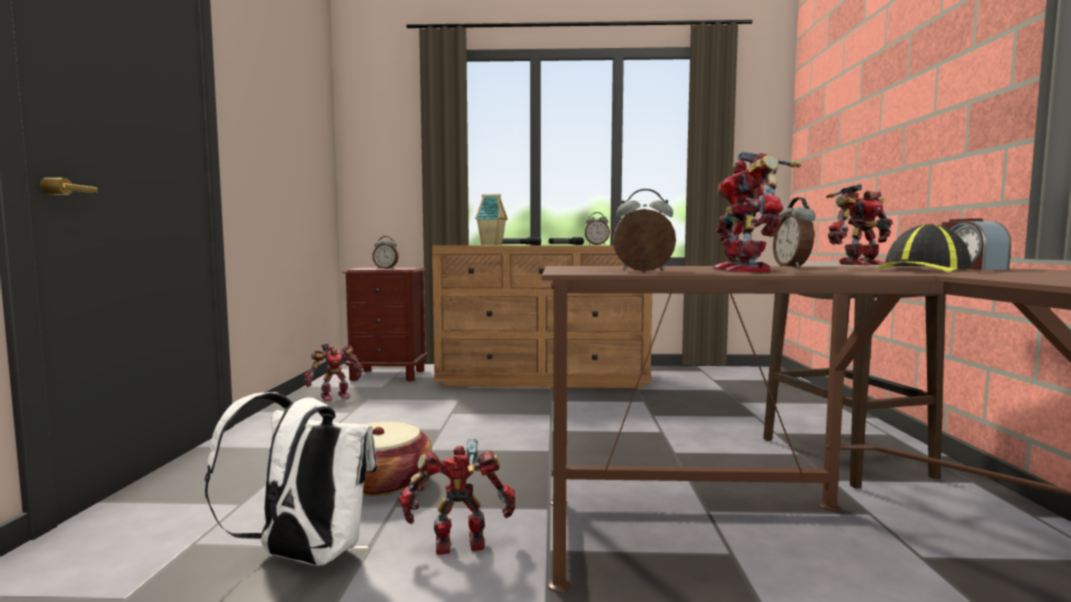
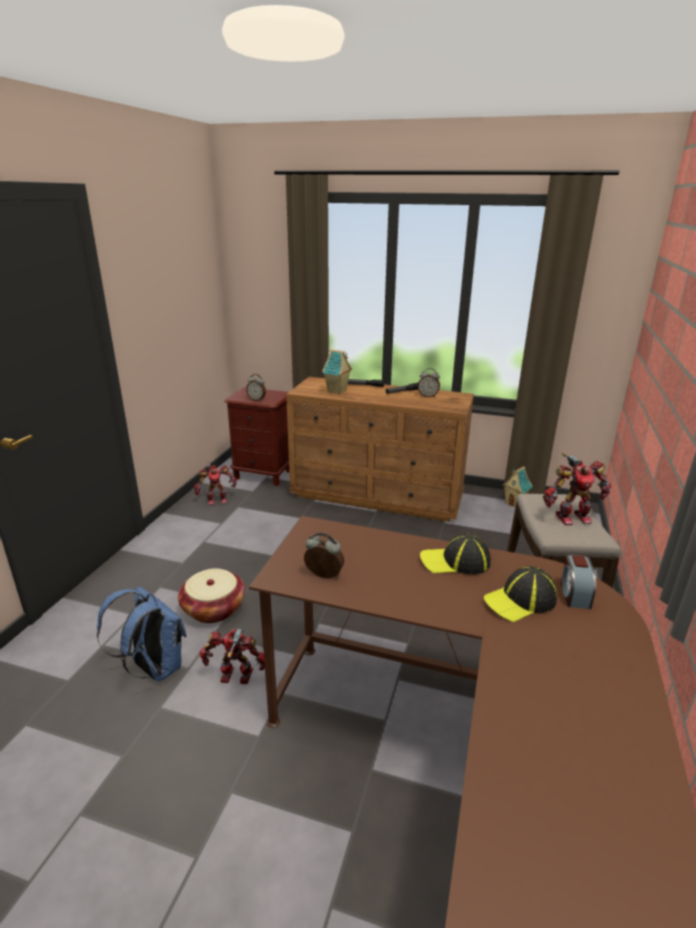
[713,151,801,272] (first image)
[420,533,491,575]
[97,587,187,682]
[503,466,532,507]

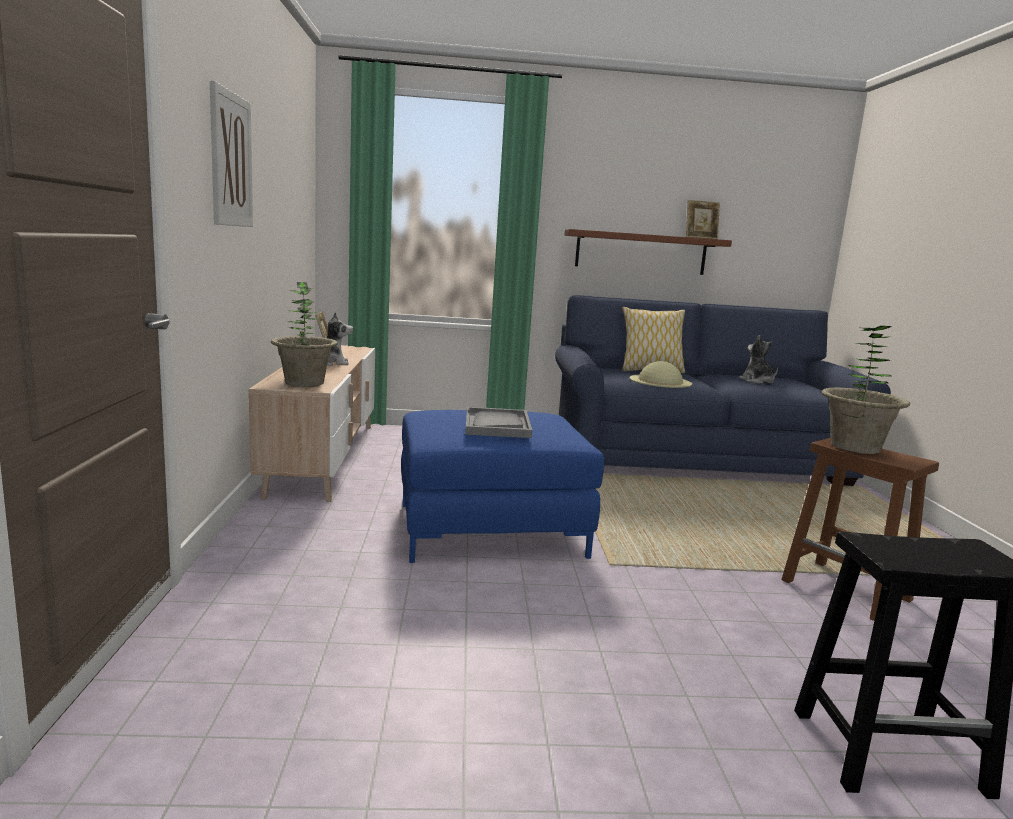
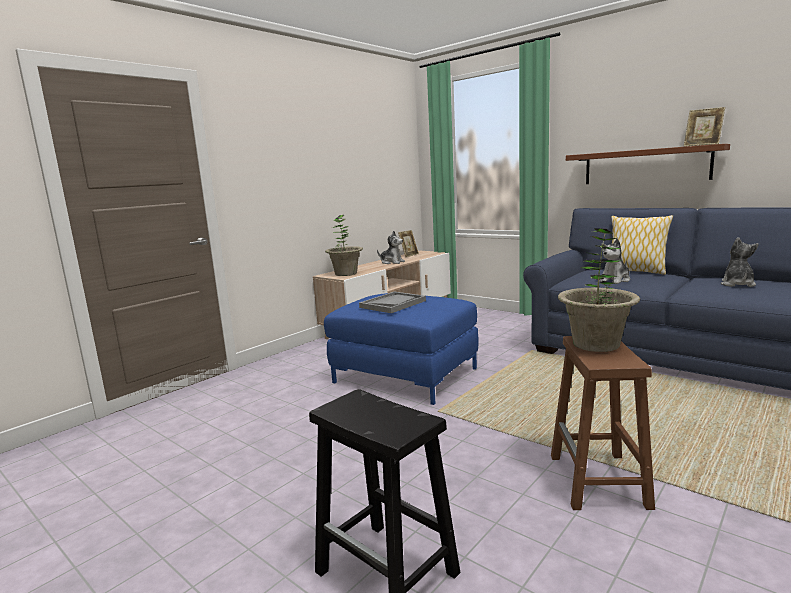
[210,80,253,227] (first image)
[599,239,630,284]

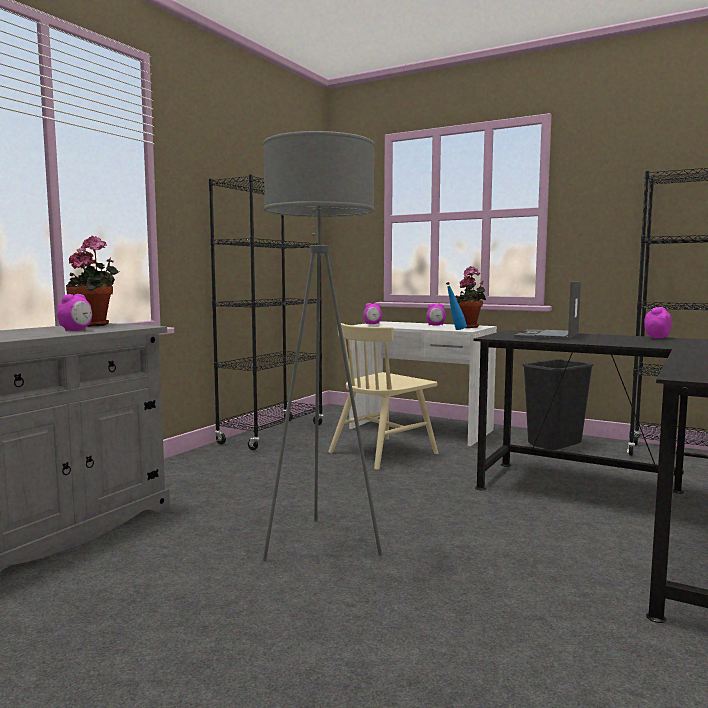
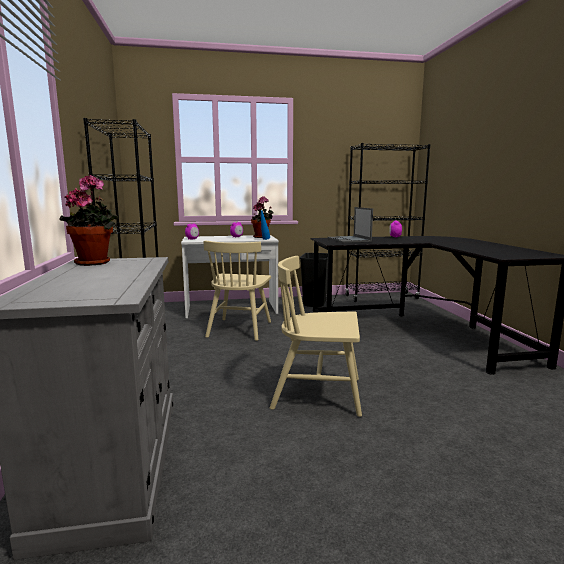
[270,256,362,417]
[57,294,92,331] (first image)

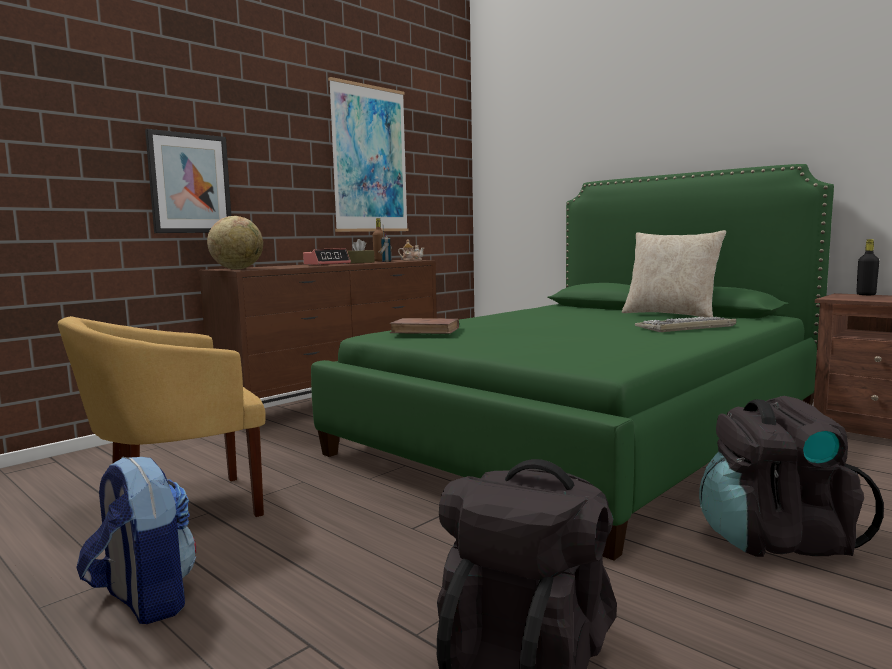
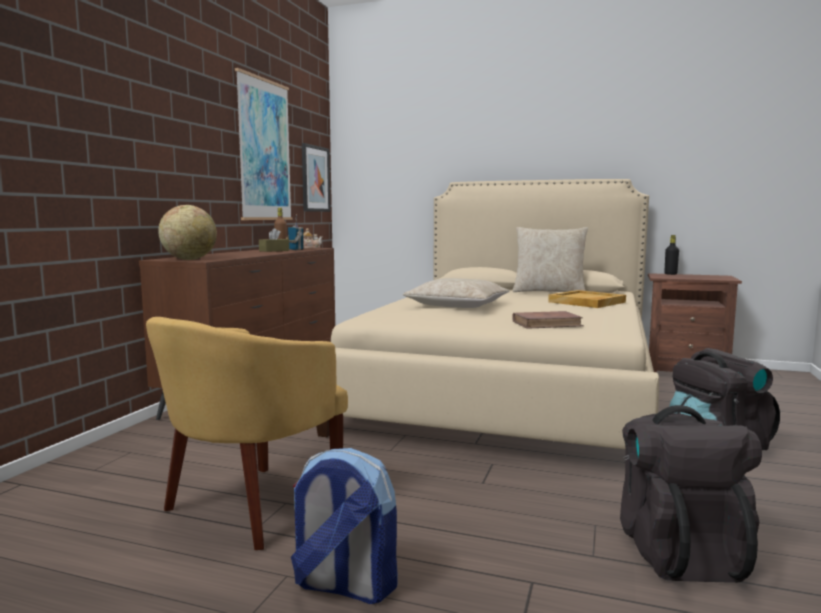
[302,143,330,212]
[316,179,659,450]
[303,248,351,265] (first image)
[548,290,626,308]
[512,311,584,329]
[403,278,509,308]

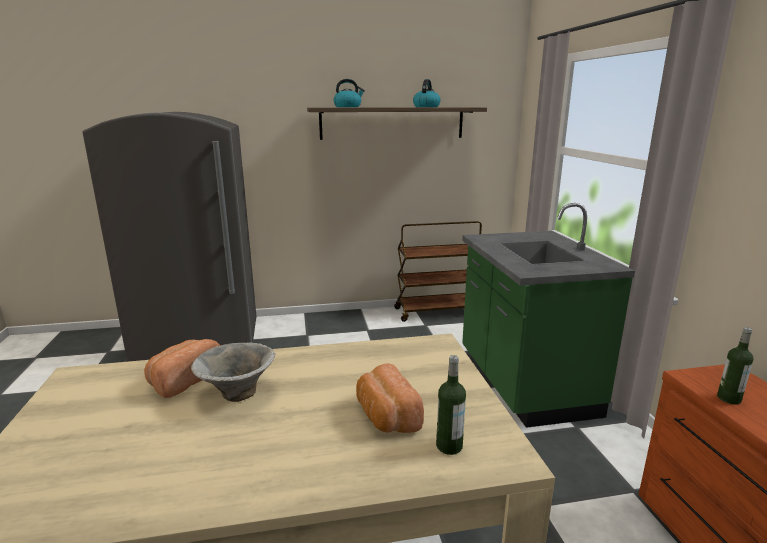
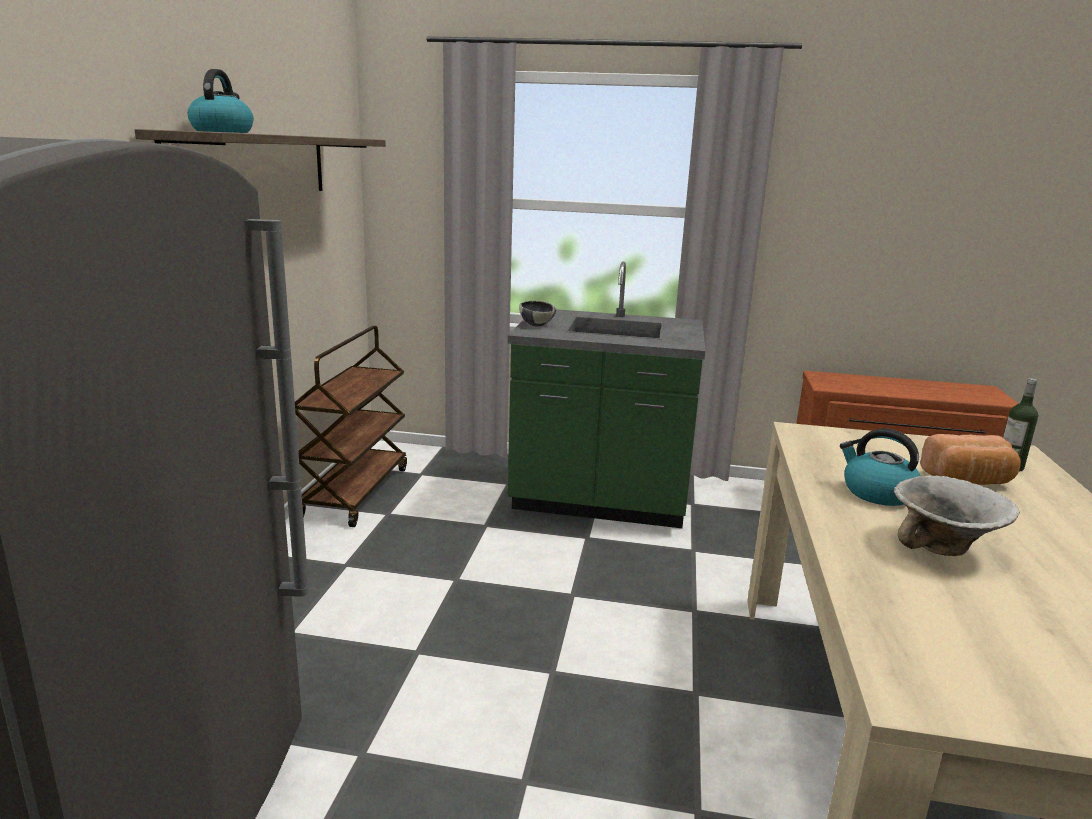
[840,429,920,506]
[717,327,753,404] (first image)
[144,339,220,398] (first image)
[519,301,556,326]

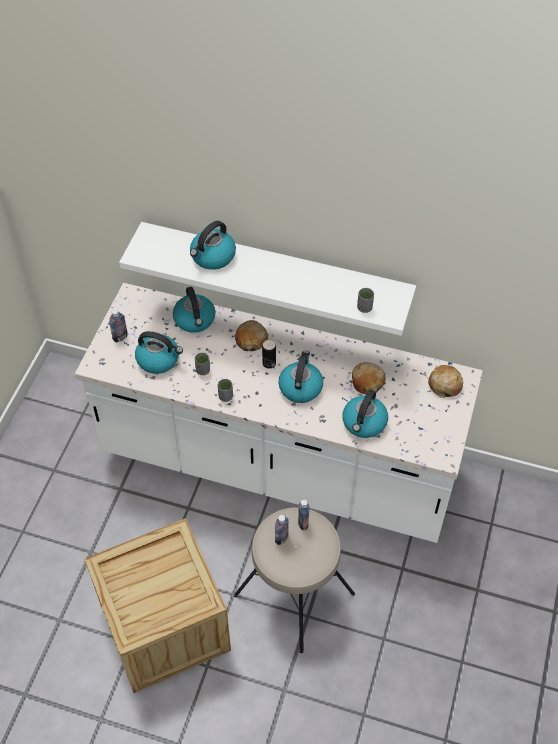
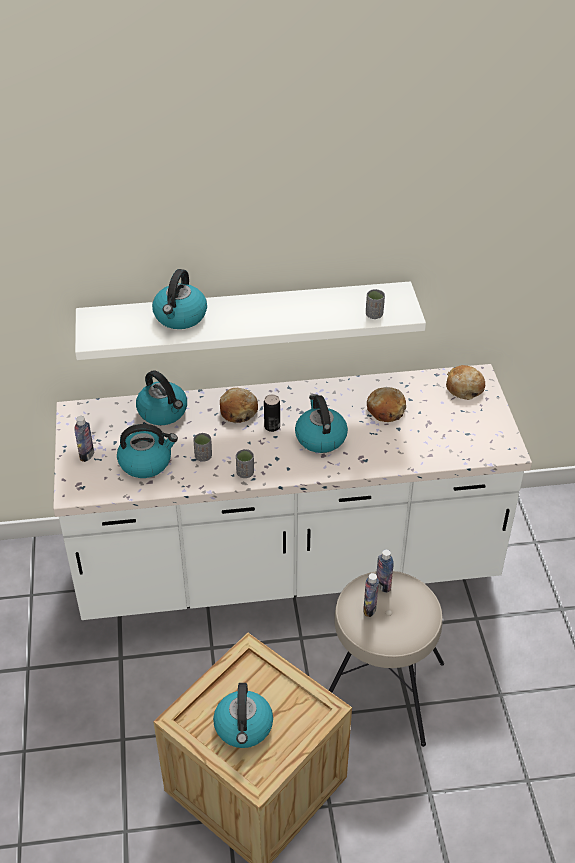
[213,683,273,748]

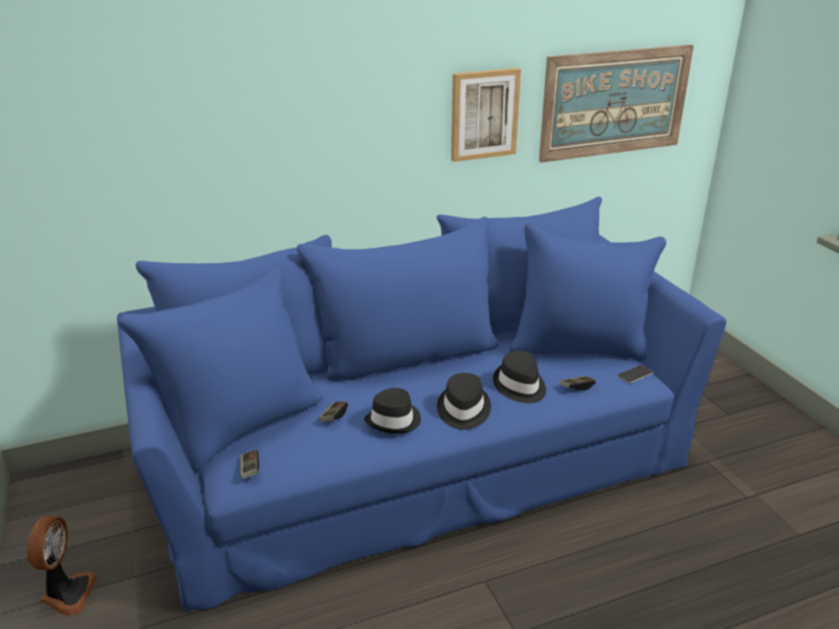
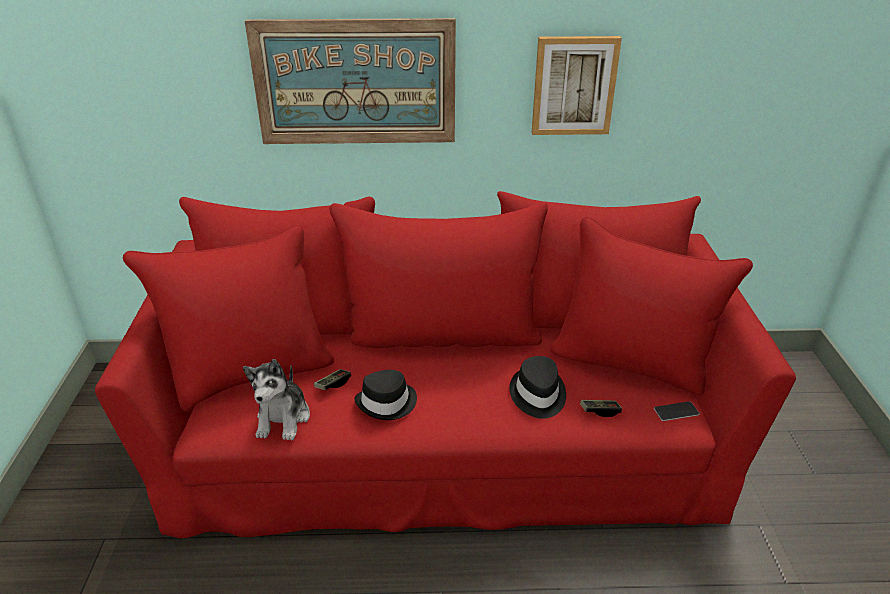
[245,18,456,144]
[95,191,796,538]
[437,373,491,430] (first image)
[240,450,259,479] (first image)
[27,516,98,616] (first image)
[243,359,310,441]

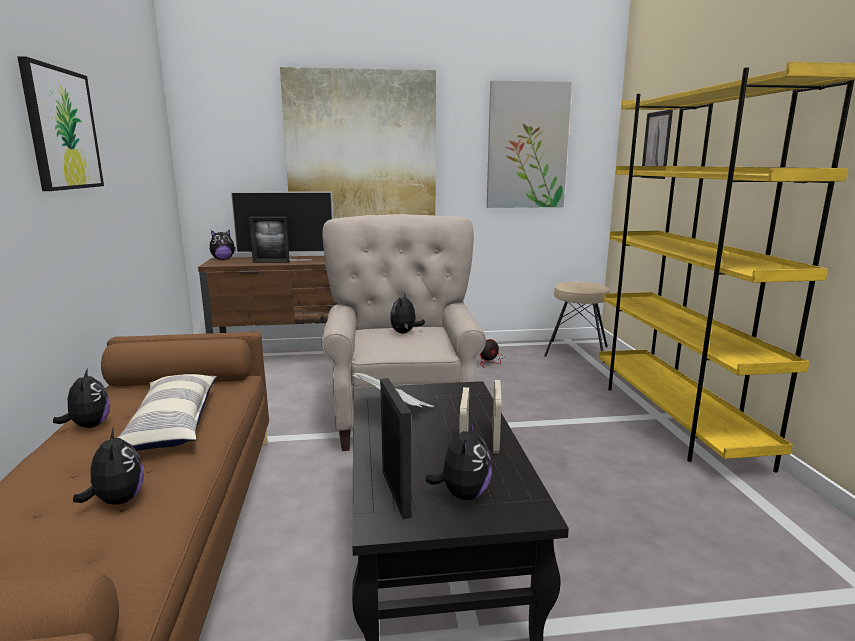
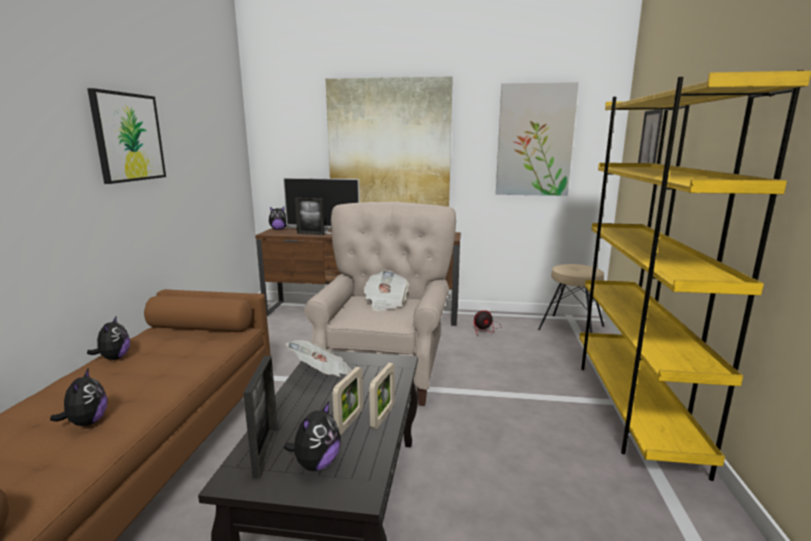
[363,270,409,311]
[117,374,217,451] (first image)

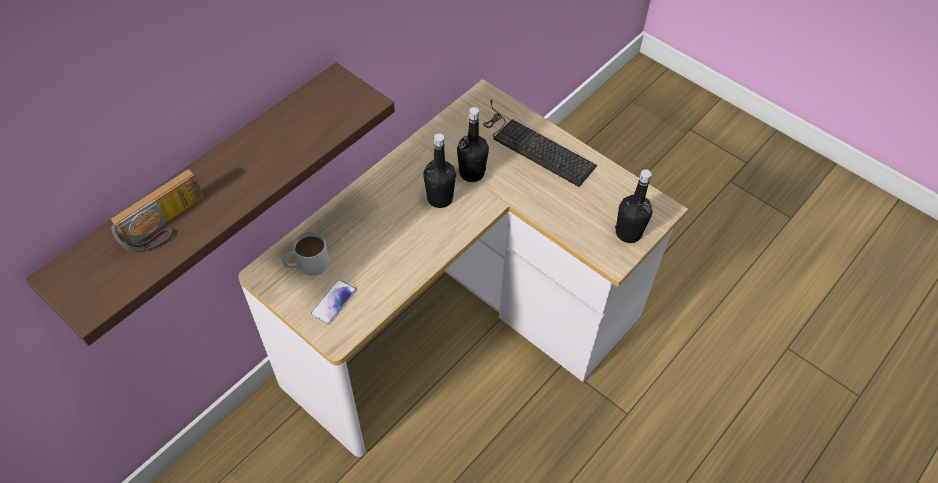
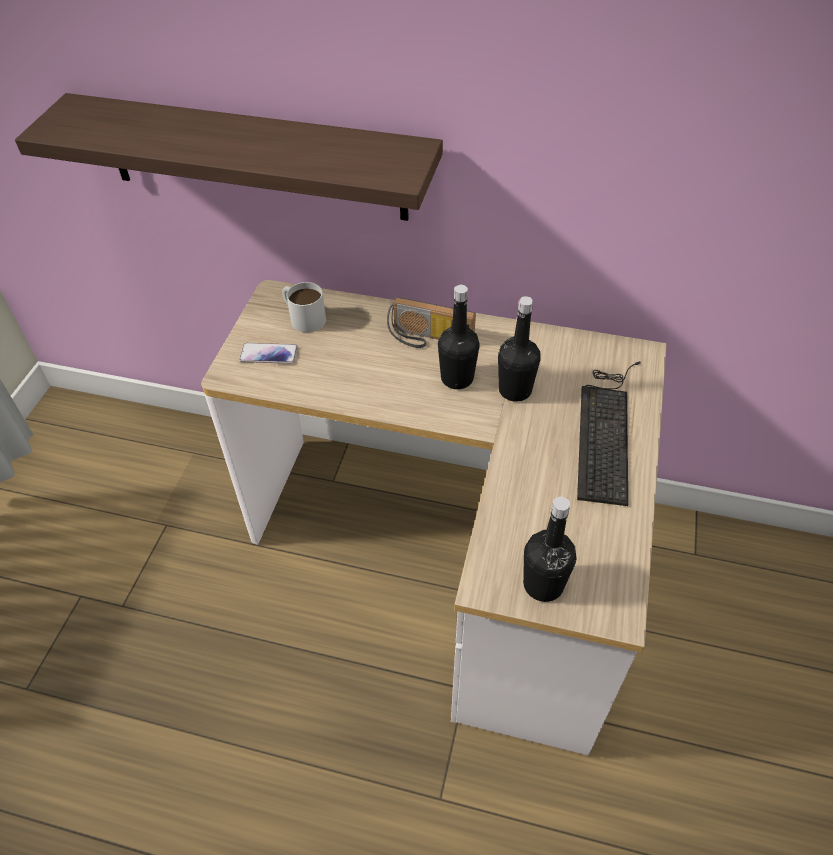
[387,297,476,348]

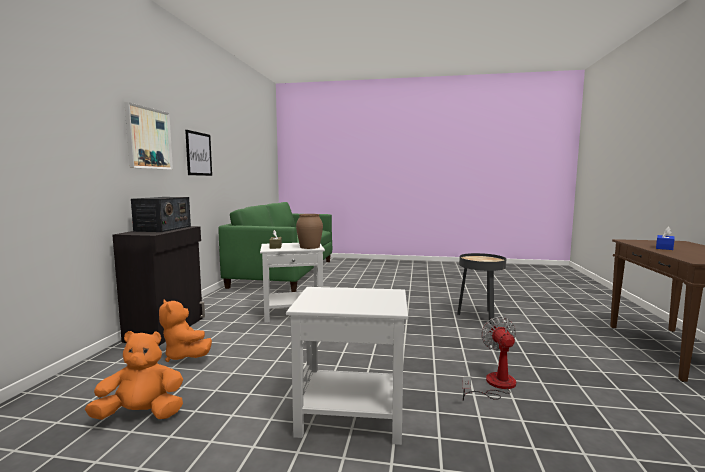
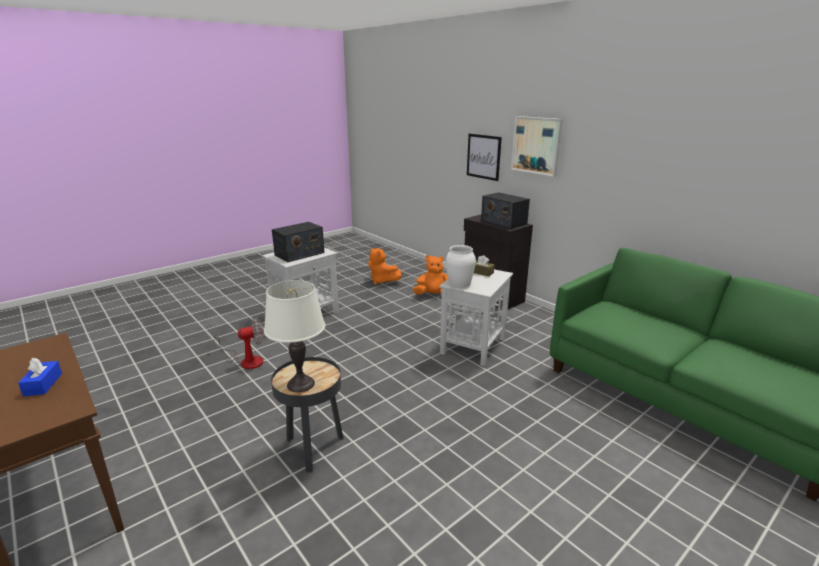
[467,134,502,181]
[446,245,476,287]
[213,318,263,369]
[368,248,401,285]
[272,222,324,262]
[264,280,325,392]

